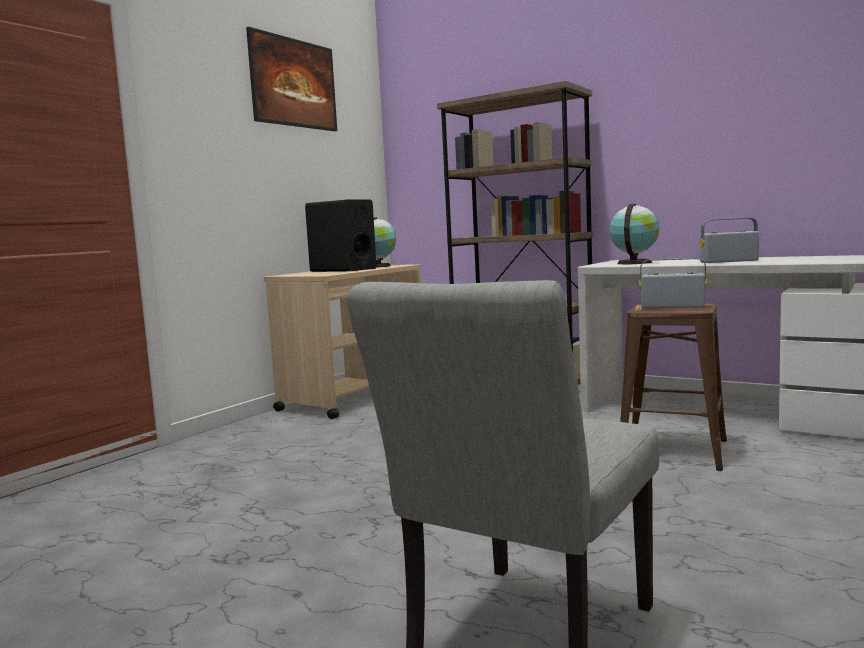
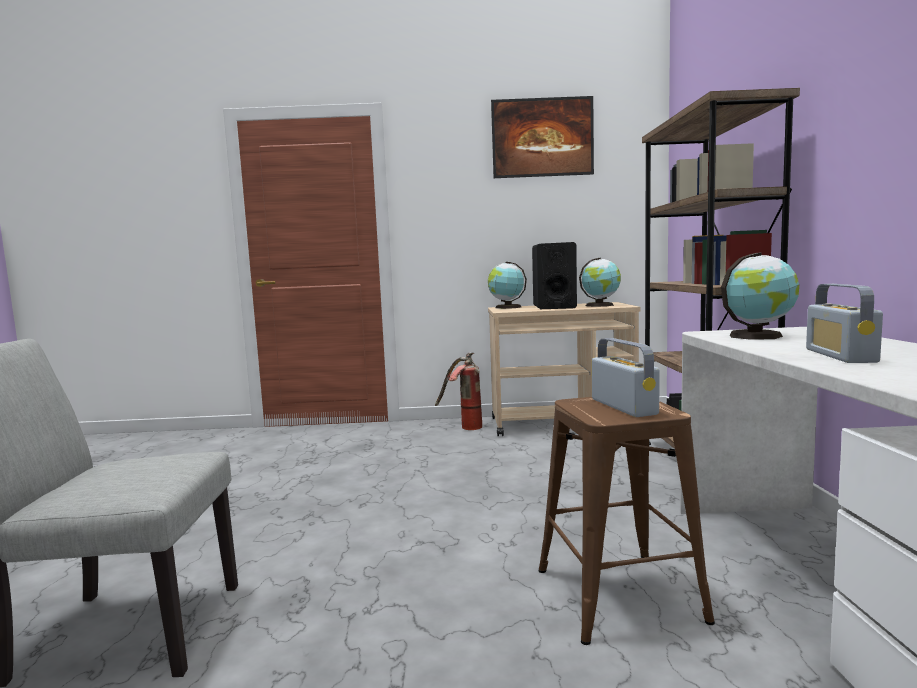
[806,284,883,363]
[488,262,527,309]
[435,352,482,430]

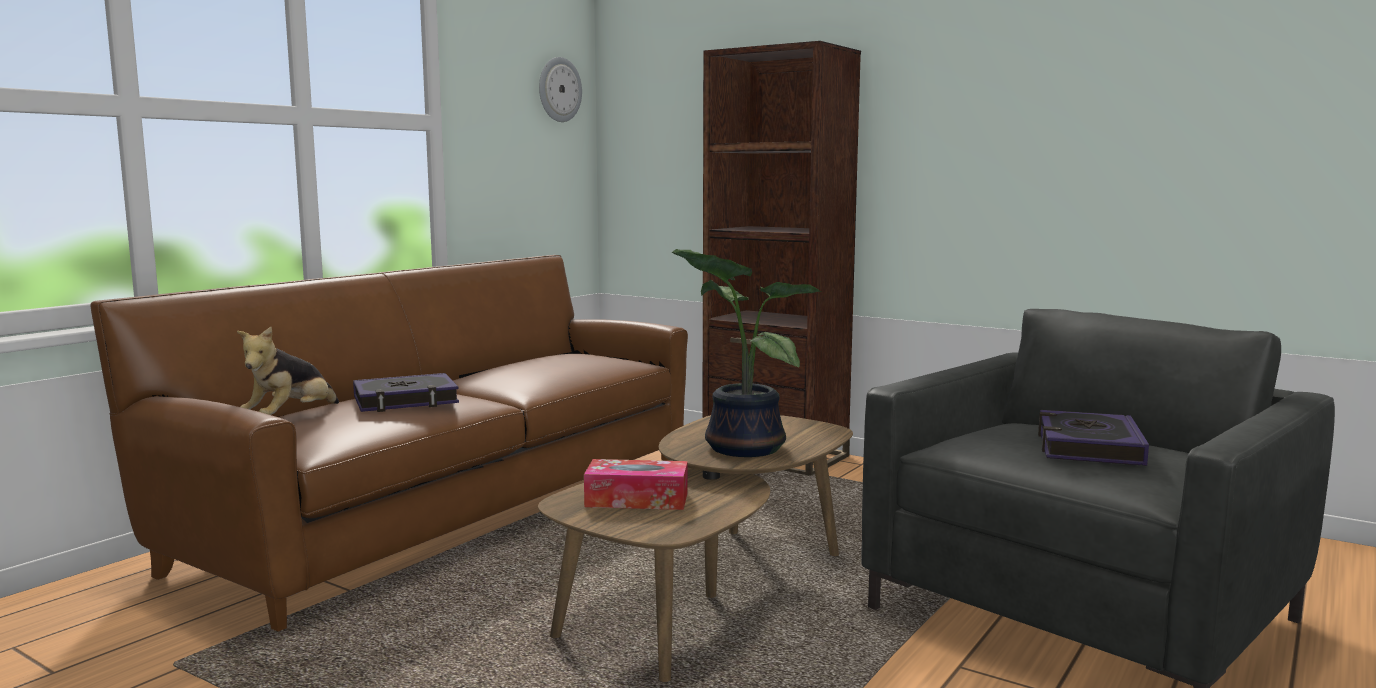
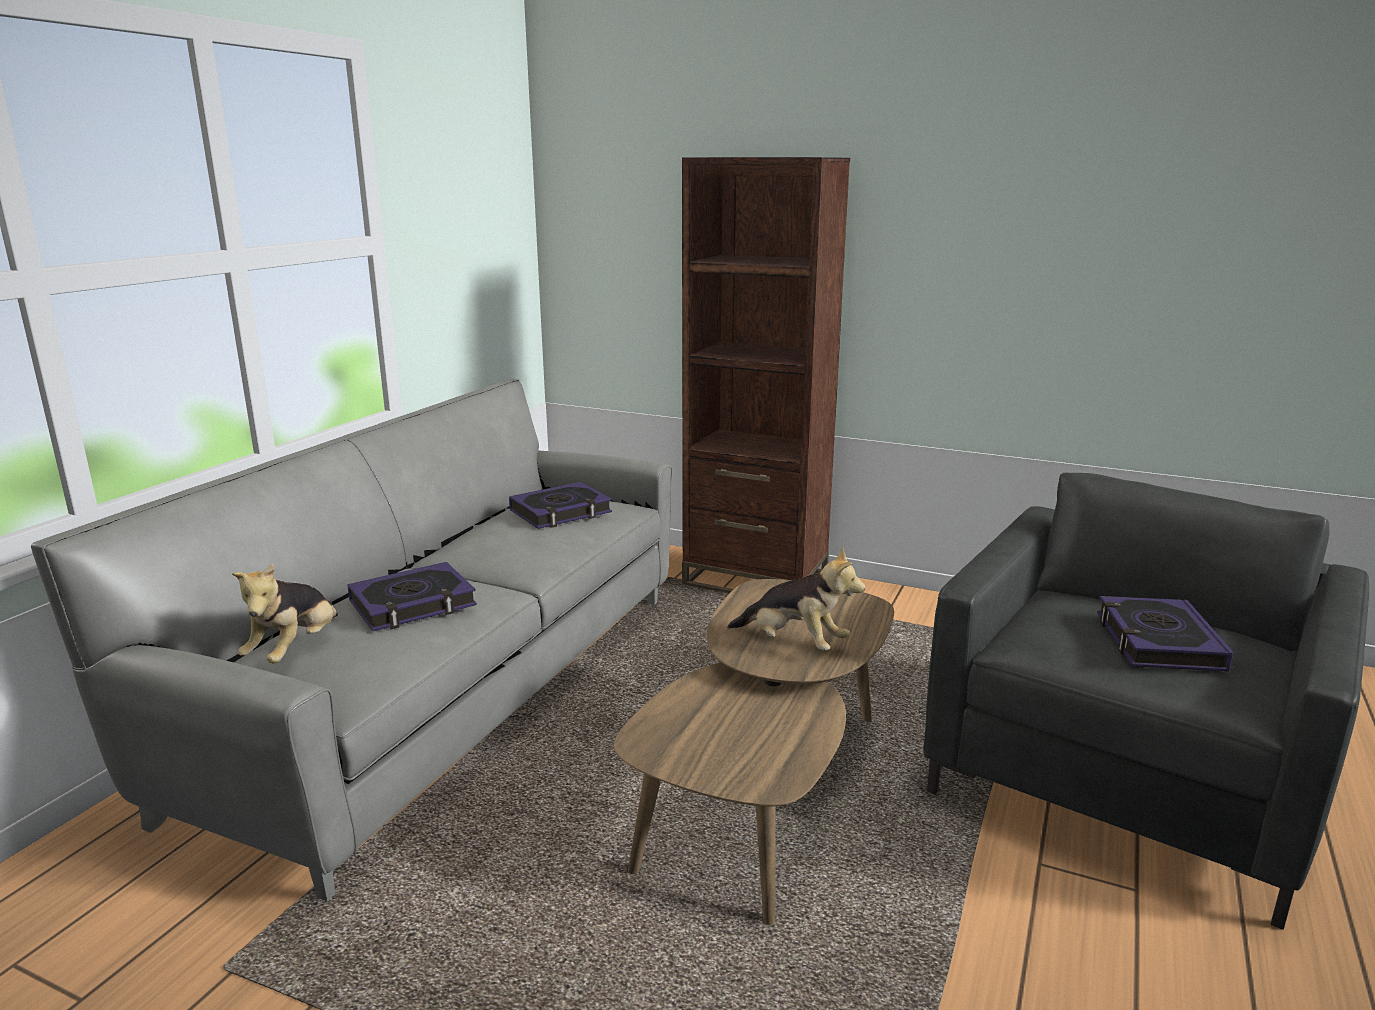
[539,57,582,122] (first image)
[727,547,865,650]
[31,379,672,901]
[584,459,688,510] (first image)
[509,482,612,529]

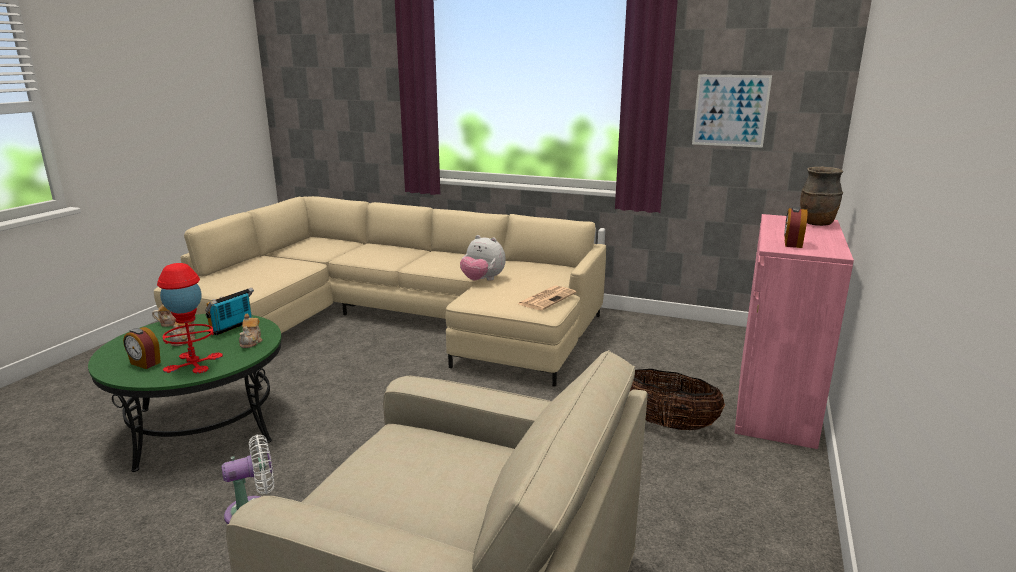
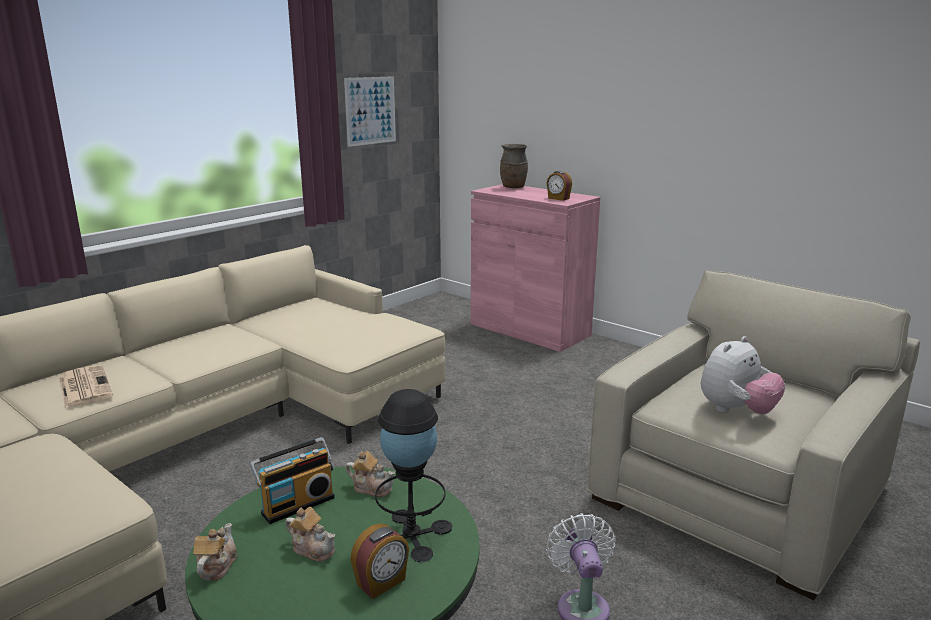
[701,336,785,414]
[375,389,452,562]
[59,365,113,408]
[250,437,335,524]
[630,369,725,430] (first image)

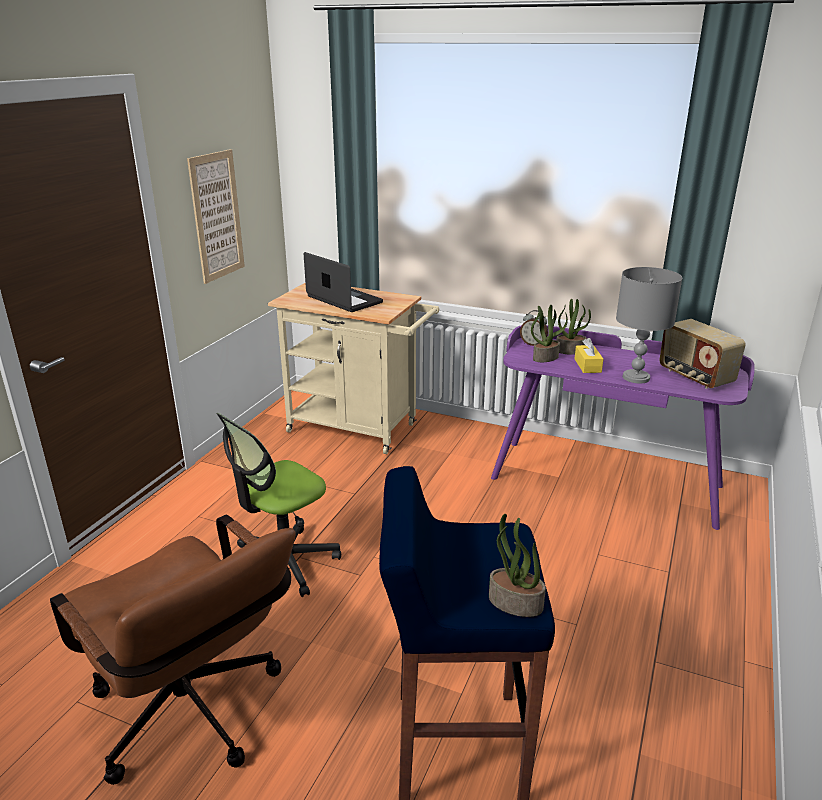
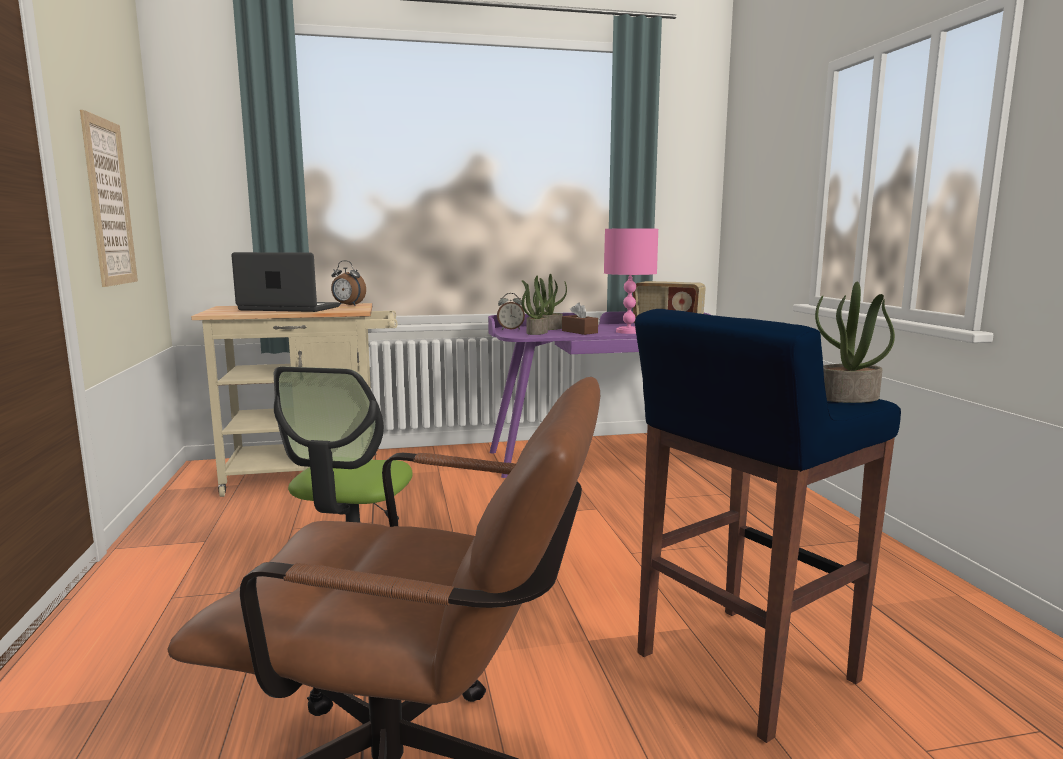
[604,228,658,334]
[562,303,598,335]
[331,260,366,306]

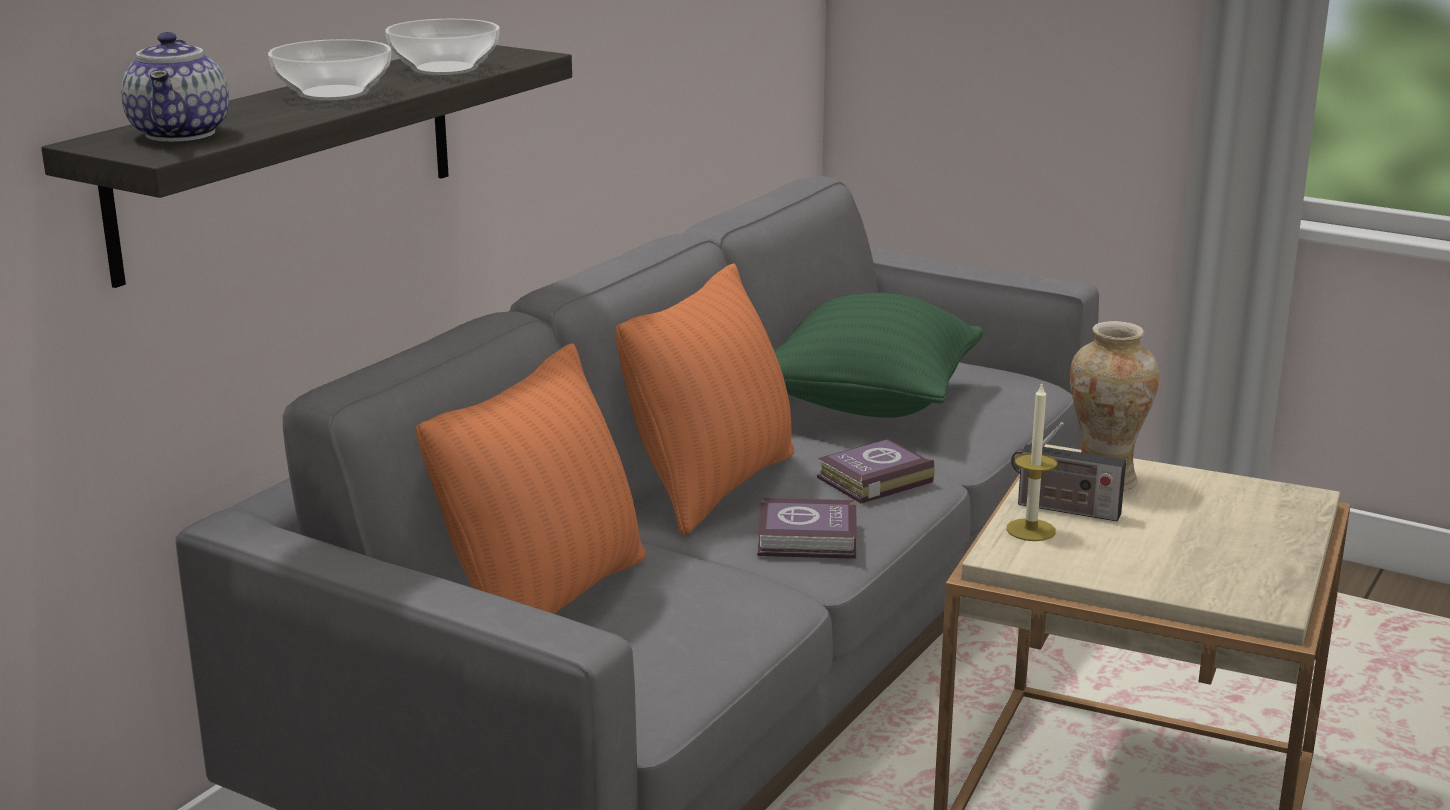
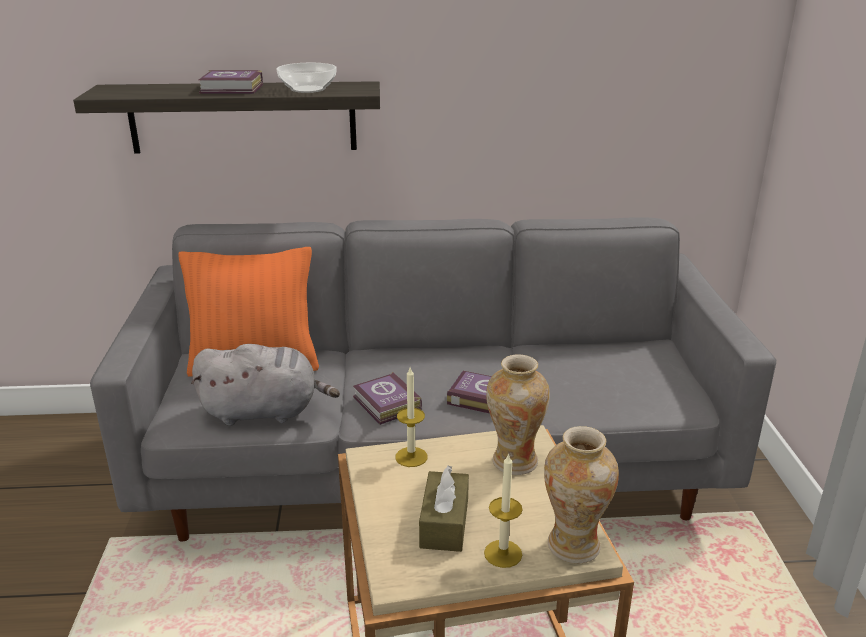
[121,32,229,142] (first image)
[198,70,263,94]
[615,263,794,536] (first image)
[774,293,983,418] (first image)
[1011,422,1126,521] (first image)
[191,344,340,426]
[544,426,619,563]
[484,453,523,568]
[419,465,469,552]

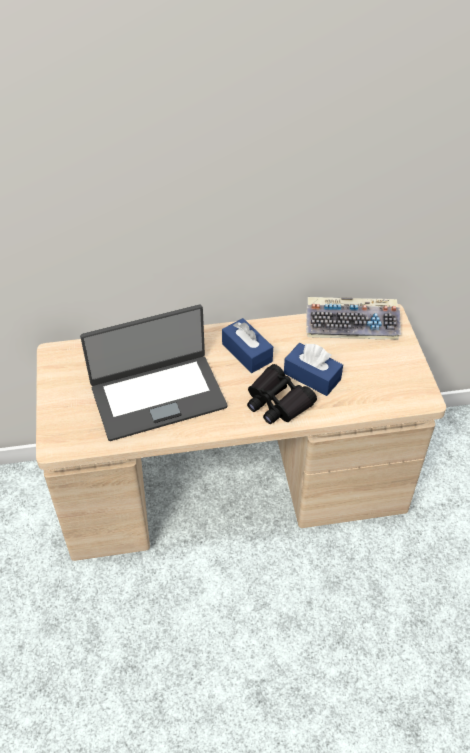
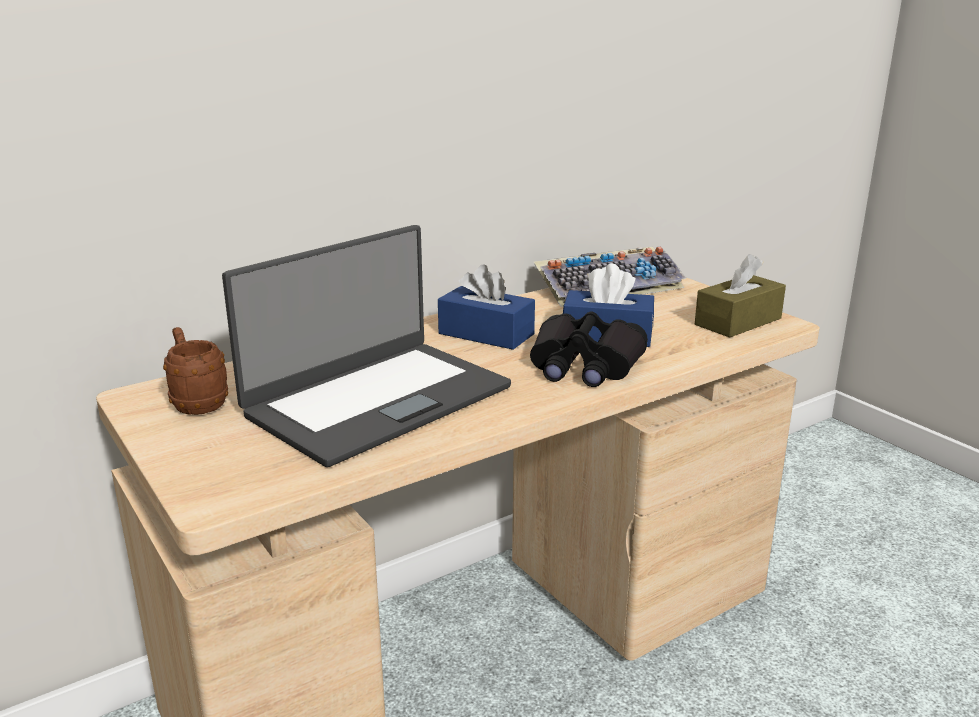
[695,254,786,338]
[163,327,228,415]

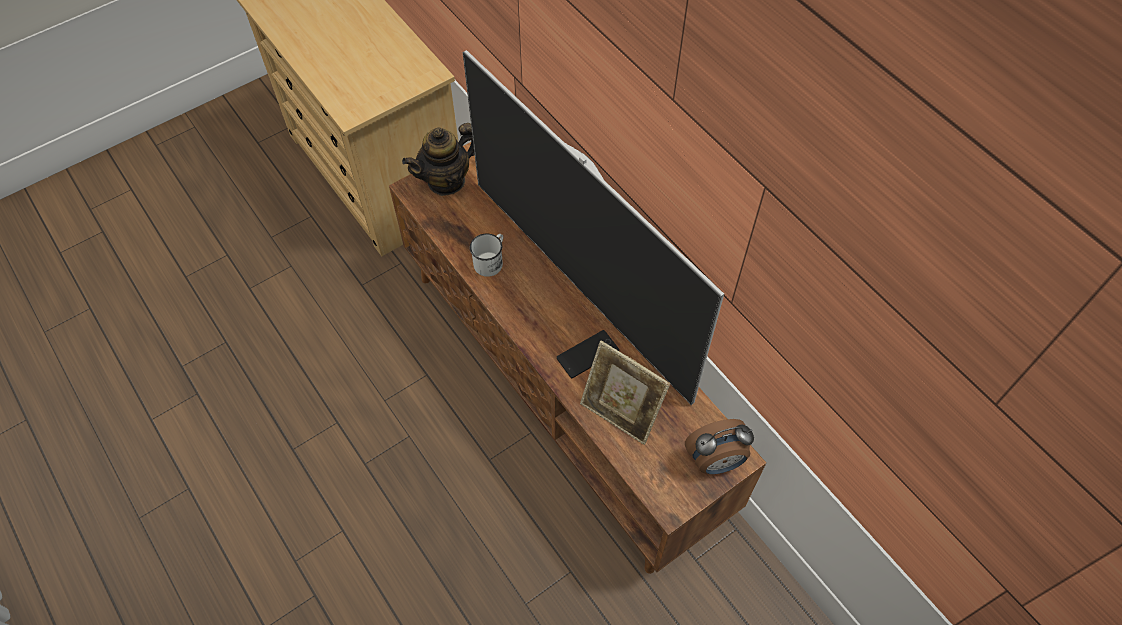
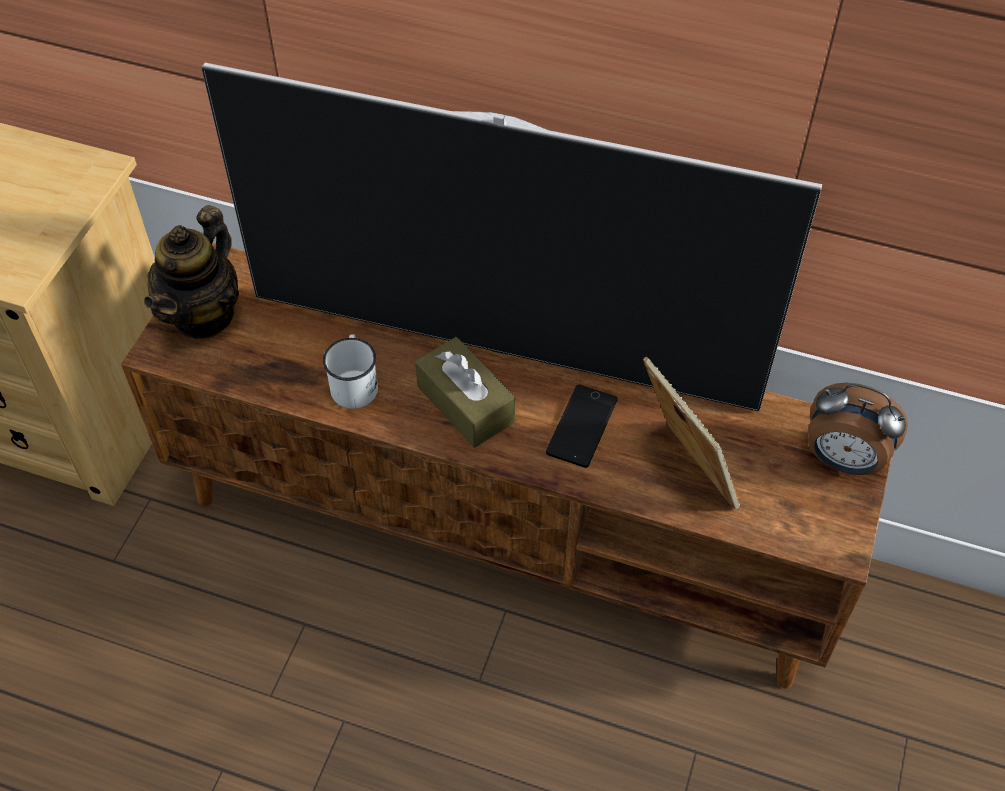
[643,357,740,510]
[808,383,908,475]
[415,337,515,448]

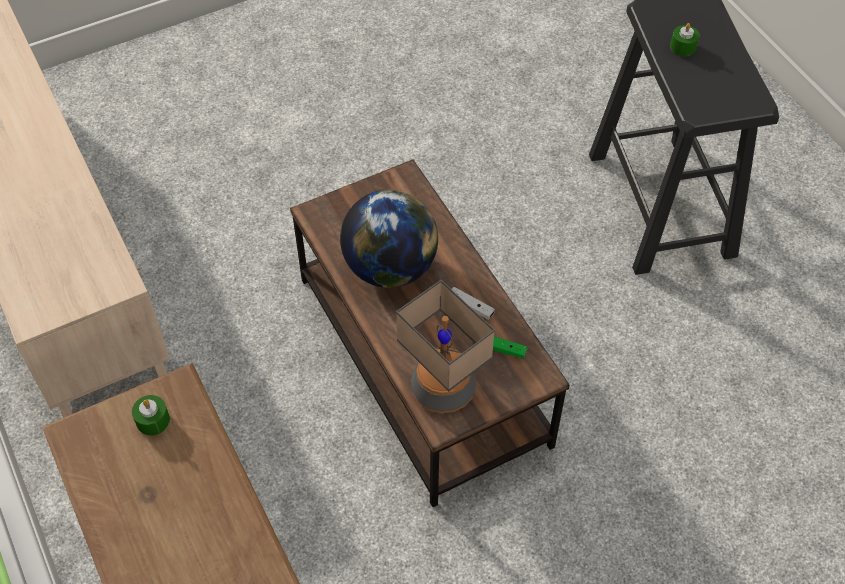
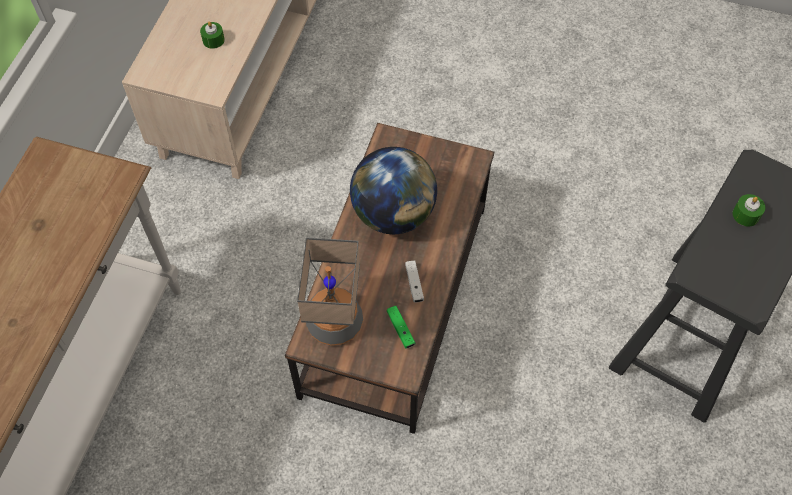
[200,21,225,49]

